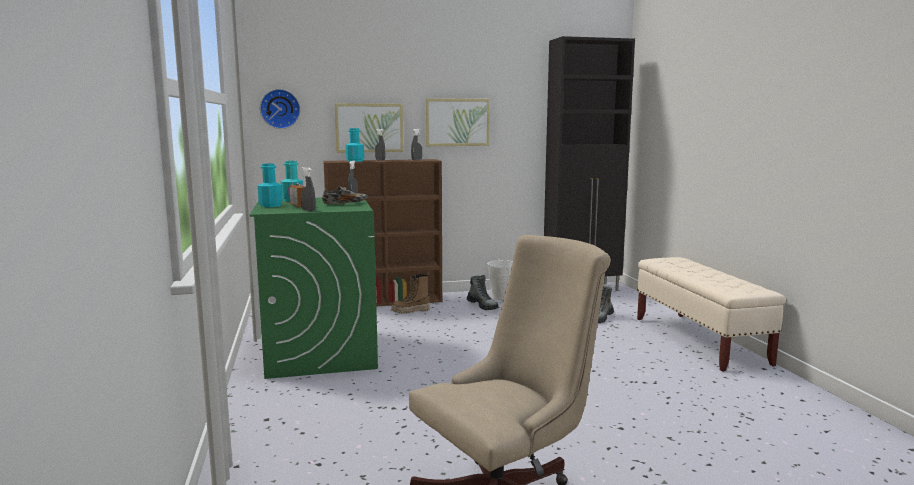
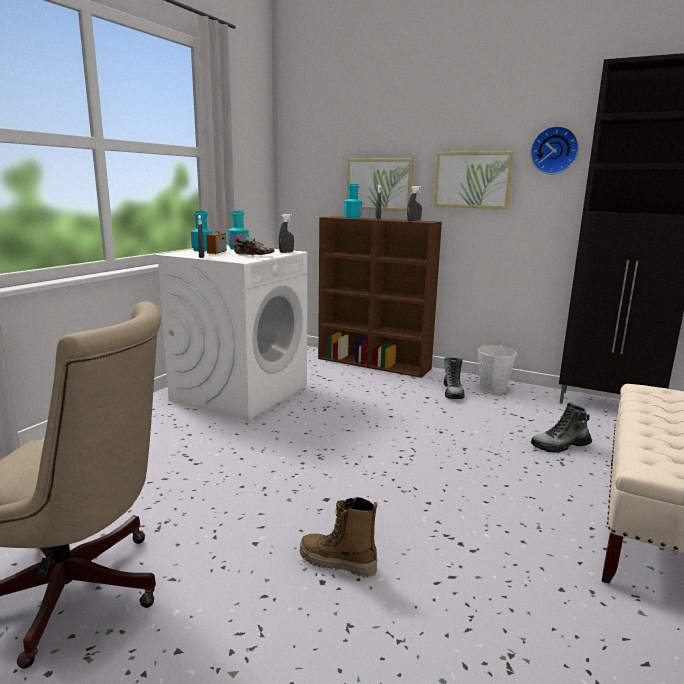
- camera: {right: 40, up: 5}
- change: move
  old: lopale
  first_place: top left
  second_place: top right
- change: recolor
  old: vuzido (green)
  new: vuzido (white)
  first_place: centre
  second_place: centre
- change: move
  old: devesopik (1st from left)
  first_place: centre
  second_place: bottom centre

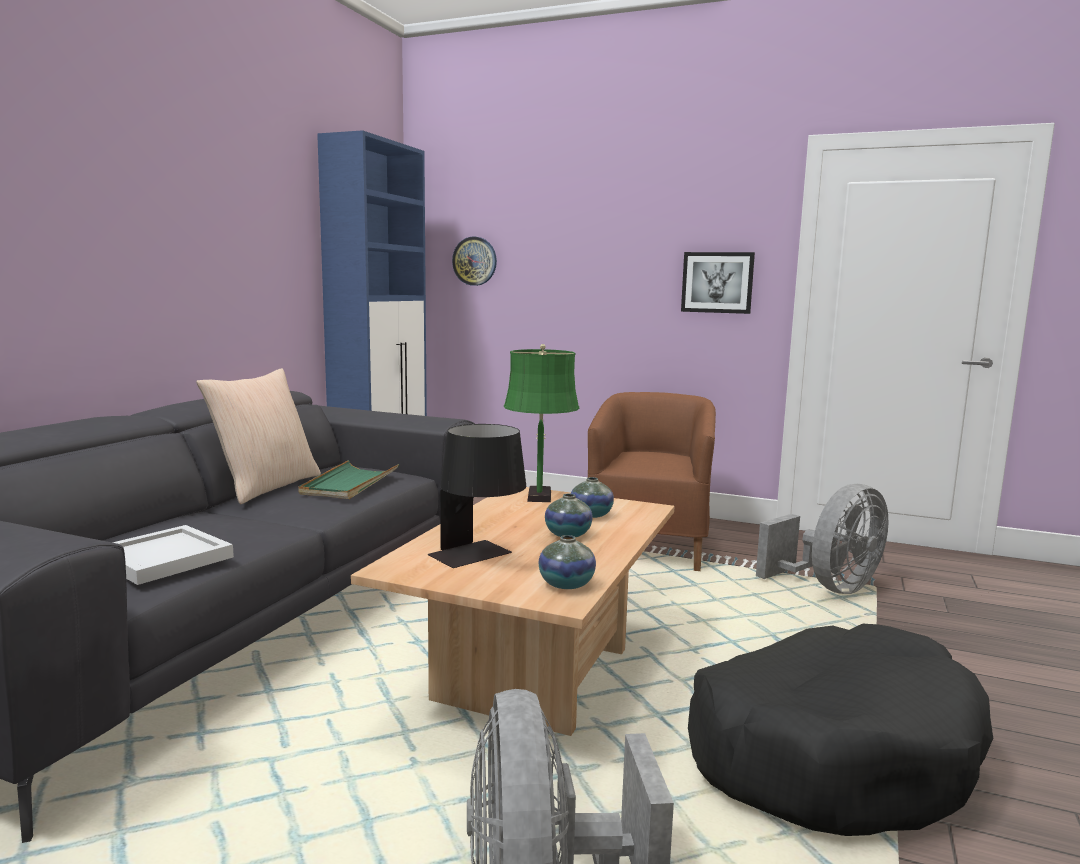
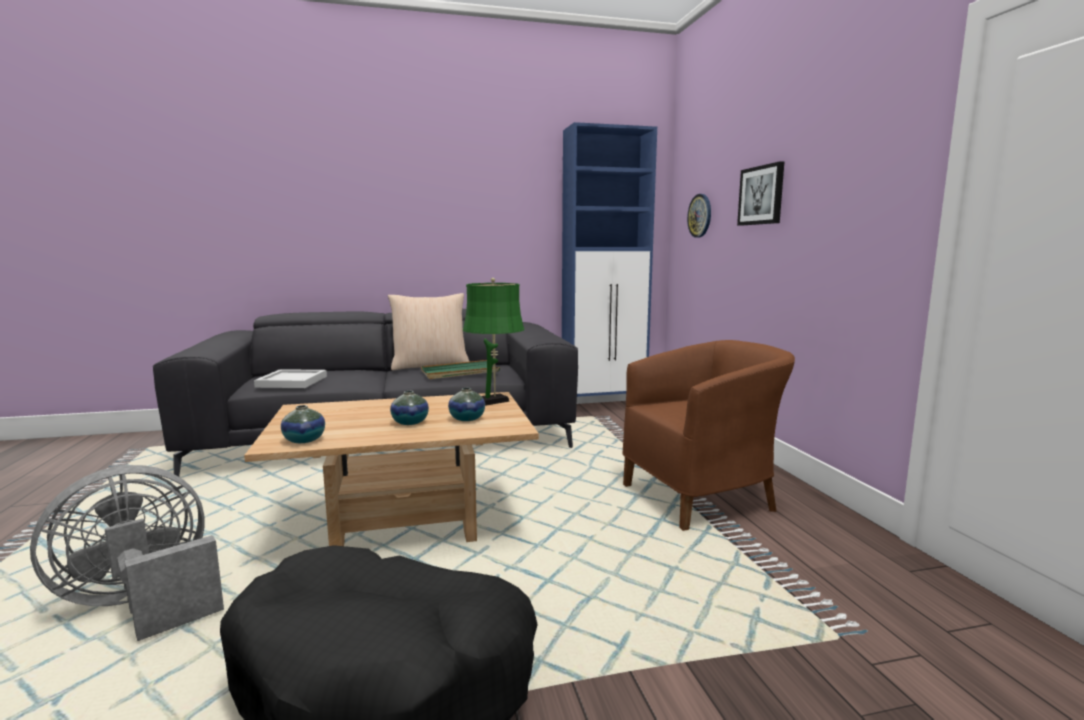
- camera: {right: 55, up: 0}
- change: move
  old: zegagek
  first_place: top centre
  second_place: top right
- change: delete
  old: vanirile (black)
  first_place: centre
- change: delete
  old: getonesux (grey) (2nd from left)
  first_place: middle right

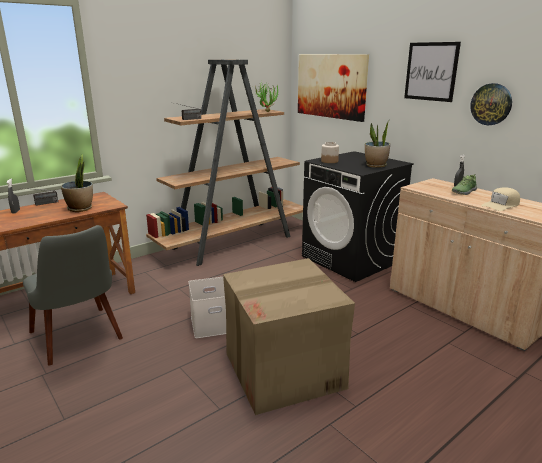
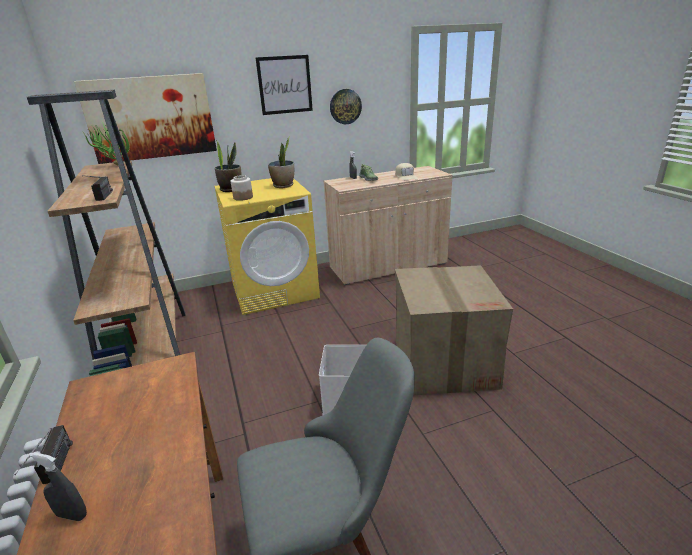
- camera: {right: -70, up: 5}
- change: recolor
  old: vuzido (black)
  new: vuzido (yellow)
  first_place: centre
  second_place: centre
- change: move
  old: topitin (1st from left in the first image)
  new: topitin (2nd from left)
  first_place: middle left
  second_place: top left

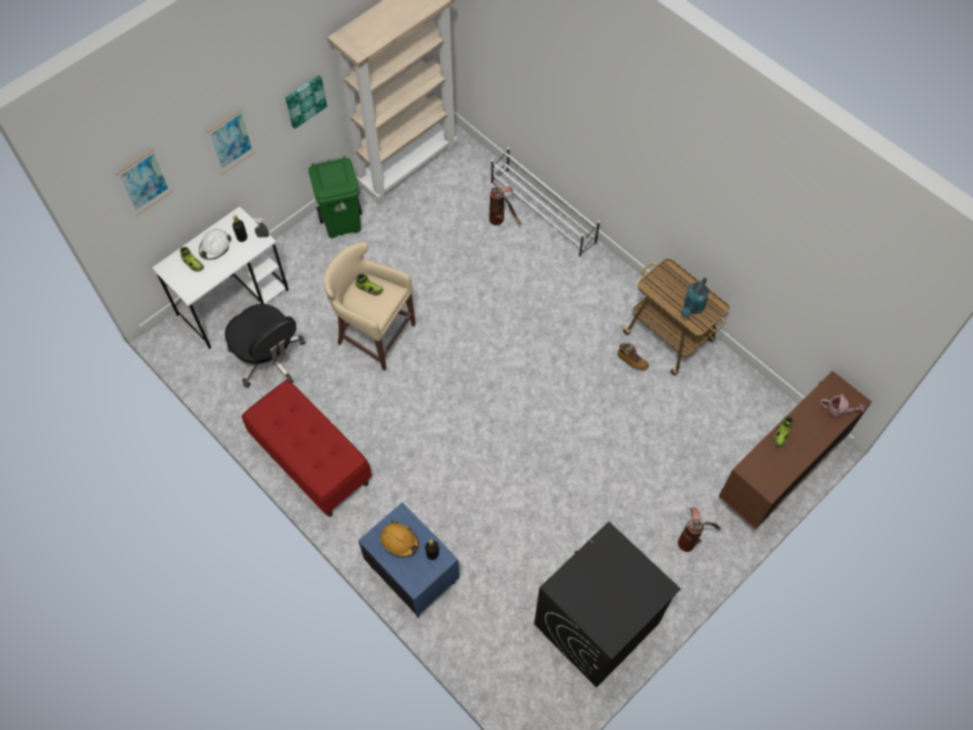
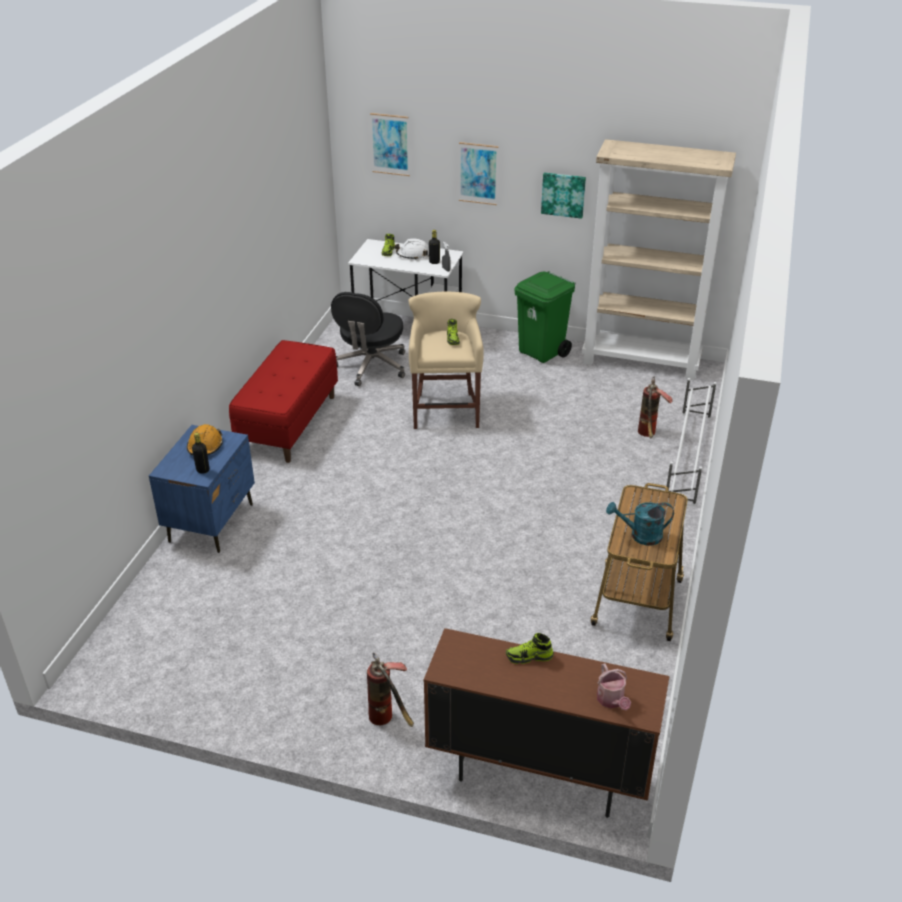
- camera: {right: 60, up: -25}
- change: delete
  old: devesopik
  first_place: centre
- change: delete
  old: vuzido (black)
  first_place: bottom centre

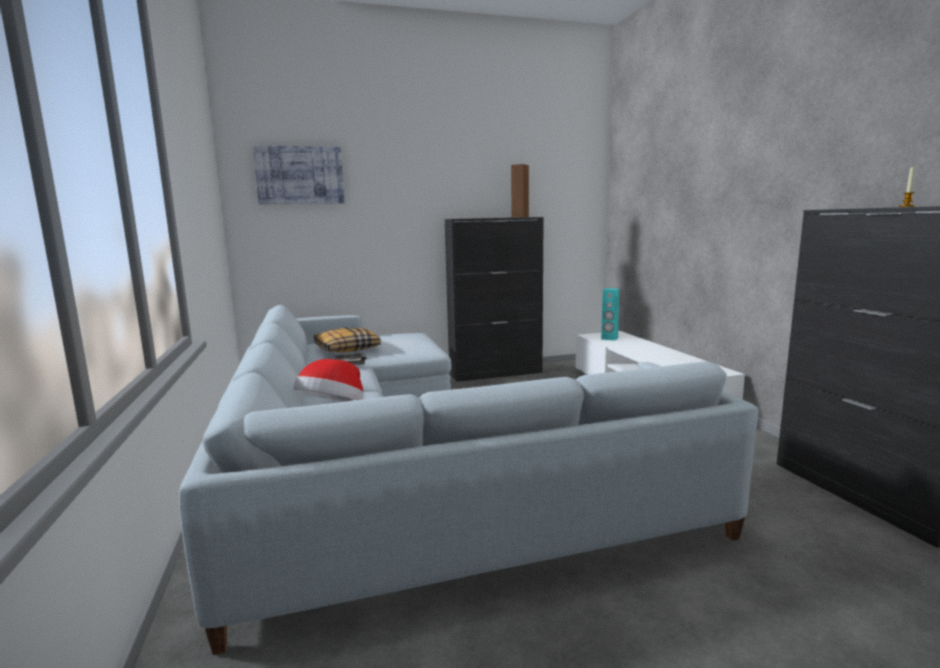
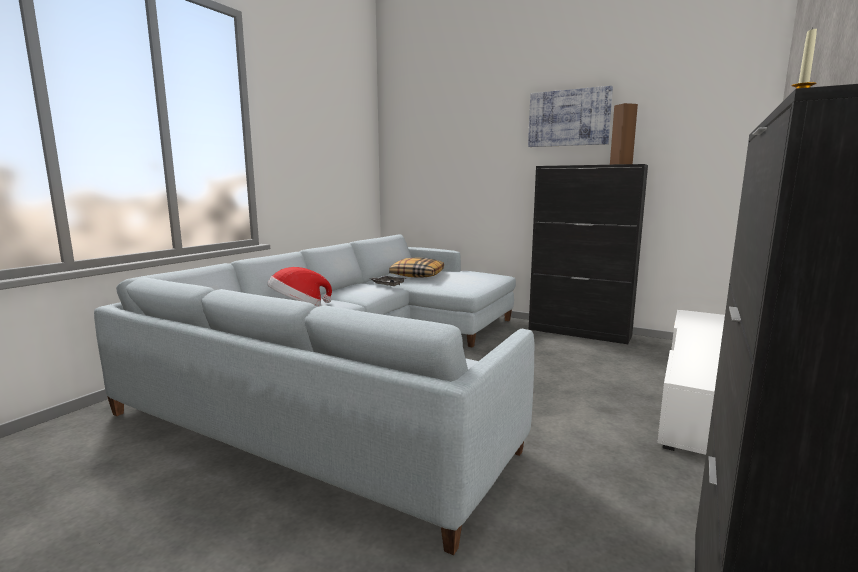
- camera: {right: 45, up: 0}
- change: move
  old: zegagek
  first_place: top left
  second_place: top centre
- change: delete
  old: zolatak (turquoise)
  first_place: centre

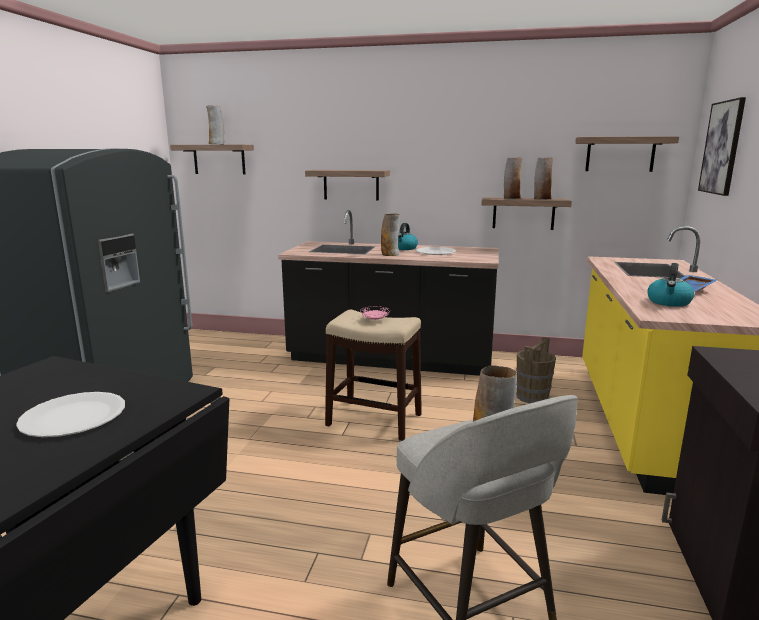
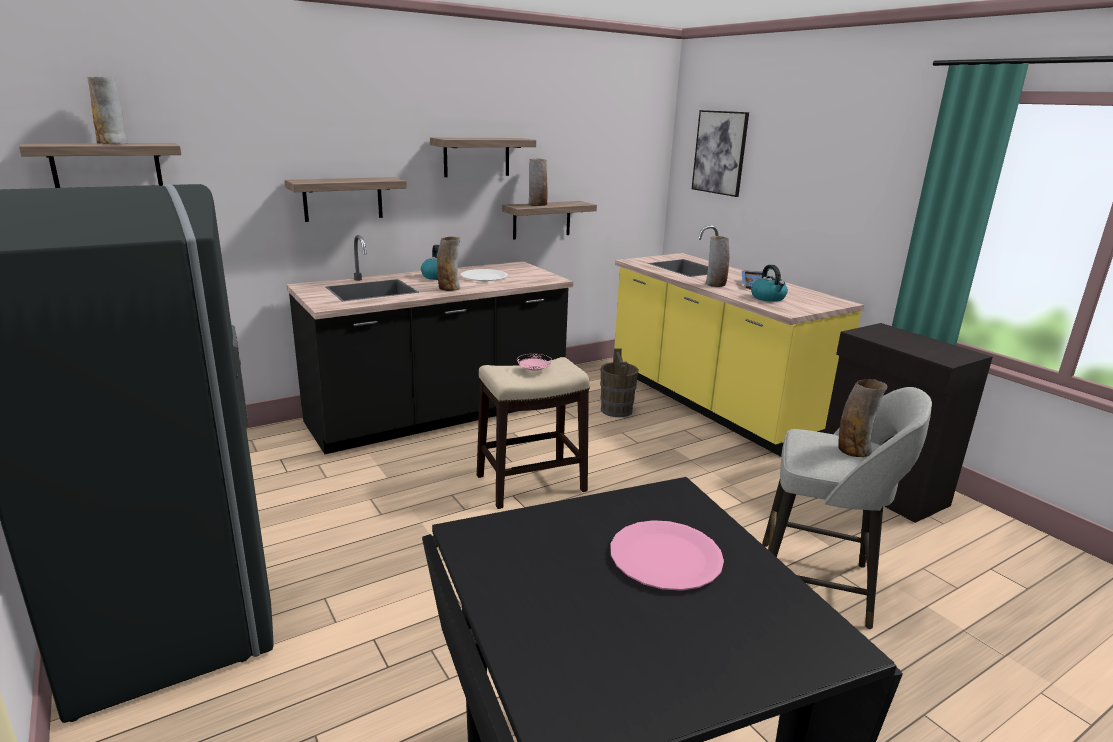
- camera: {right: -45, up: 5}
- change: move
  old: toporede (4th from left in the first image)
  new: toporede (3rd from left)
  first_place: top right
  second_place: top centre
- change: move
  old: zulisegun (5th from left in the first image)
  new: zulisegun (4th from left)
  first_place: top right
  second_place: centre
- change: recolor
  old: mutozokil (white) (1st from left)
  new: mutozokil (pink) (2nd from left)
  first_place: bottom left
  second_place: bottom centre

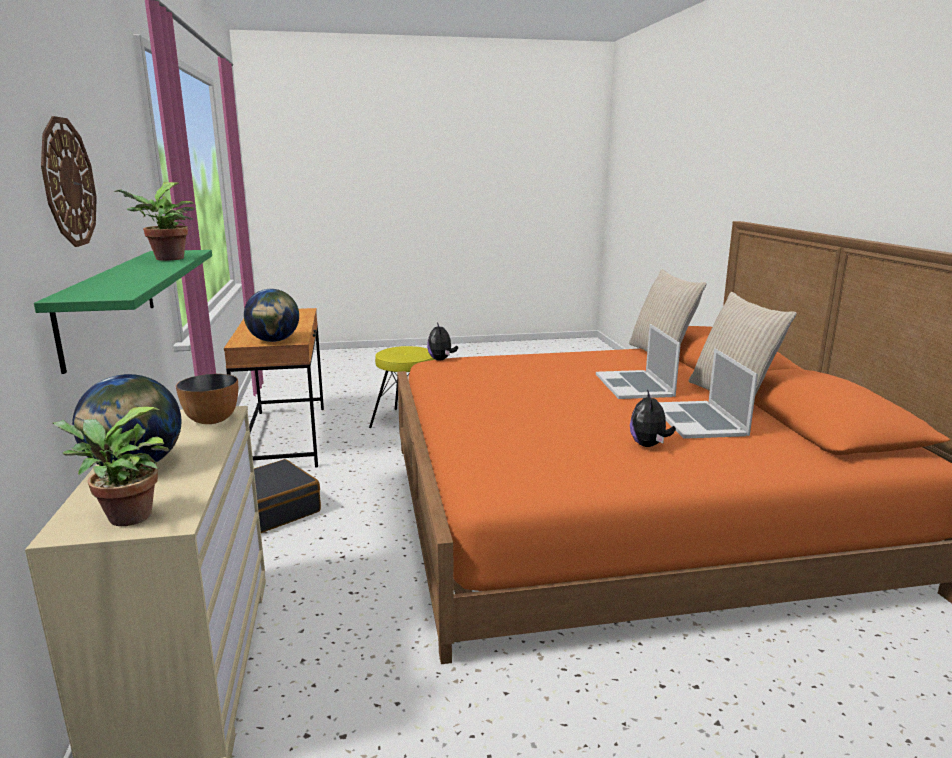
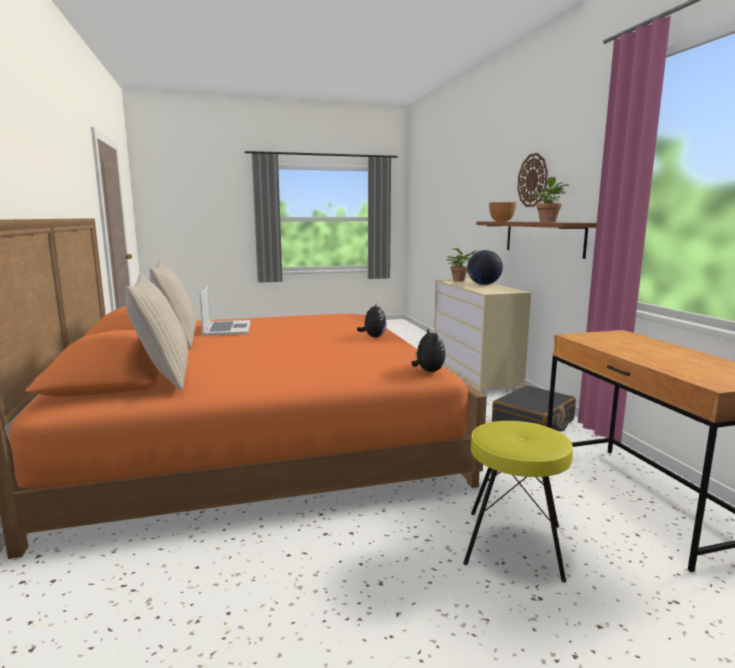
- camera: {right: 175, up: -5}
- change: recolor
  old: toporede (green)
  new: toporede (brown)
  first_place: middle left
  second_place: middle right
- change: delete
  old: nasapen (2nd from left)
  first_place: middle left
- change: delete
  old: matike (1st from left)
  first_place: middle right
- change: move
  old: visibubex
  first_place: middle left
  second_place: top right
- change: move
  old: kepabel (2nd from left in the first image)
  new: kepabel (1st from left)
  first_place: middle right
  second_place: centre

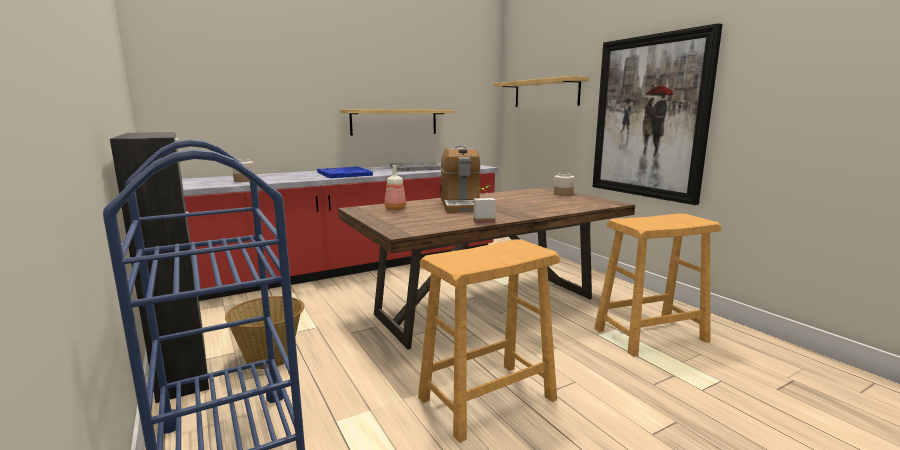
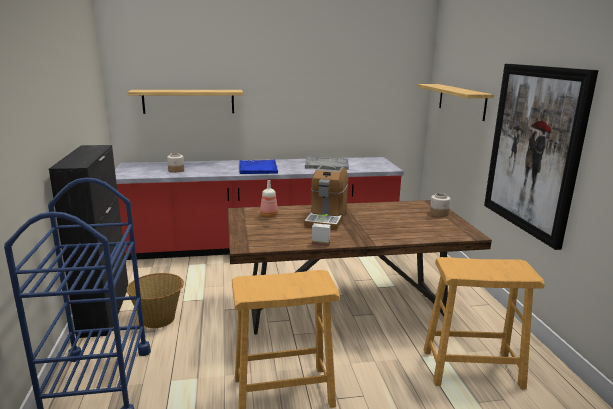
- camera: {right: 20, up: 5}
- change: move
  old: toporede (1st from left)
  first_place: top centre
  second_place: top left

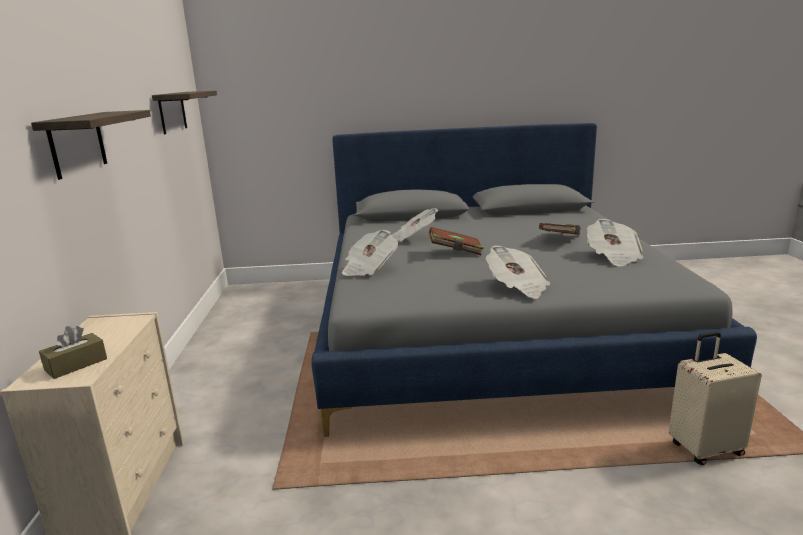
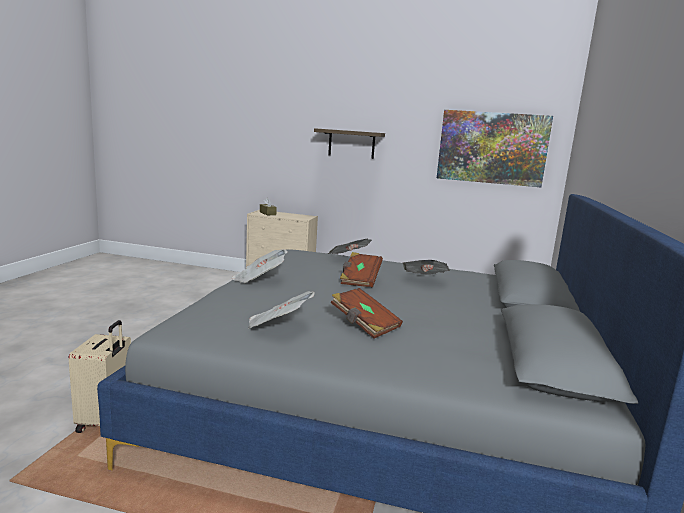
- camera: {right: 105, up: -5}
- change: replace
  old: toporede (2nd from left)
  new: zegagek
  first_place: top left
  second_place: top right

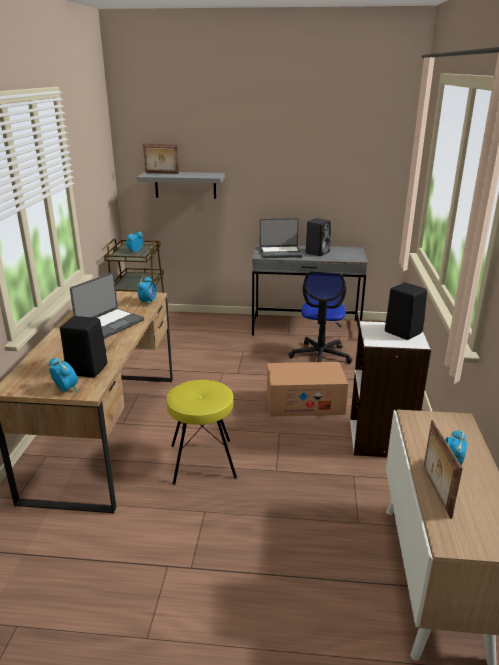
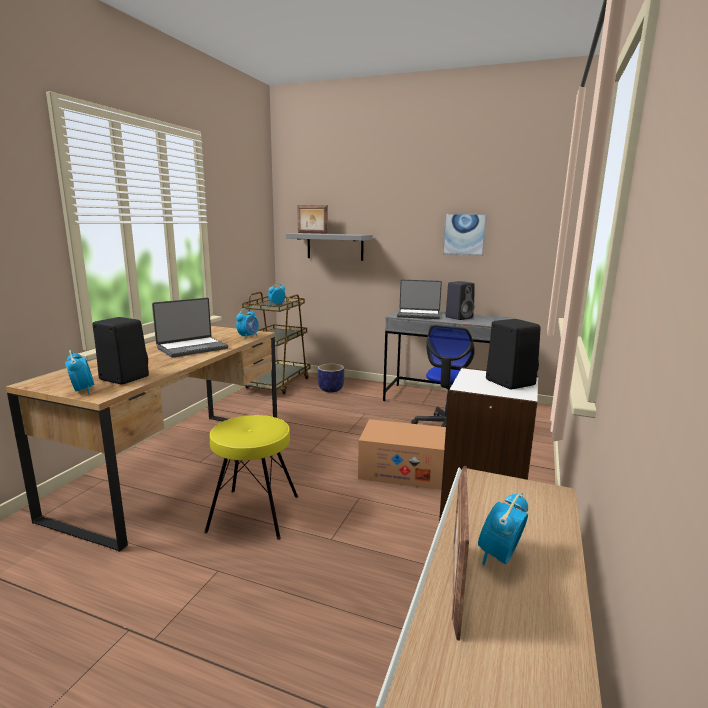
- camera: {right: 15, up: -10}
- change: insert
  new: zegagek
  second_place: top centre
- change: insert
  new: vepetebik
  second_place: centre

